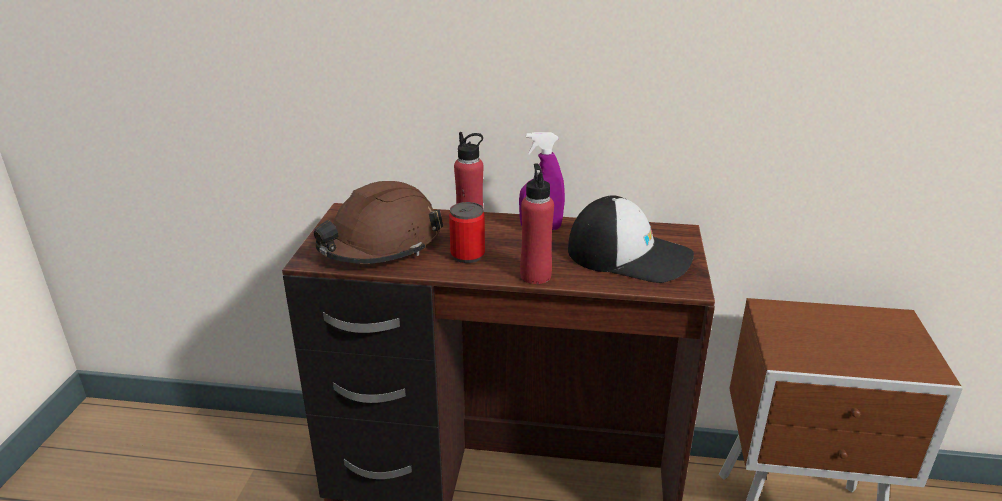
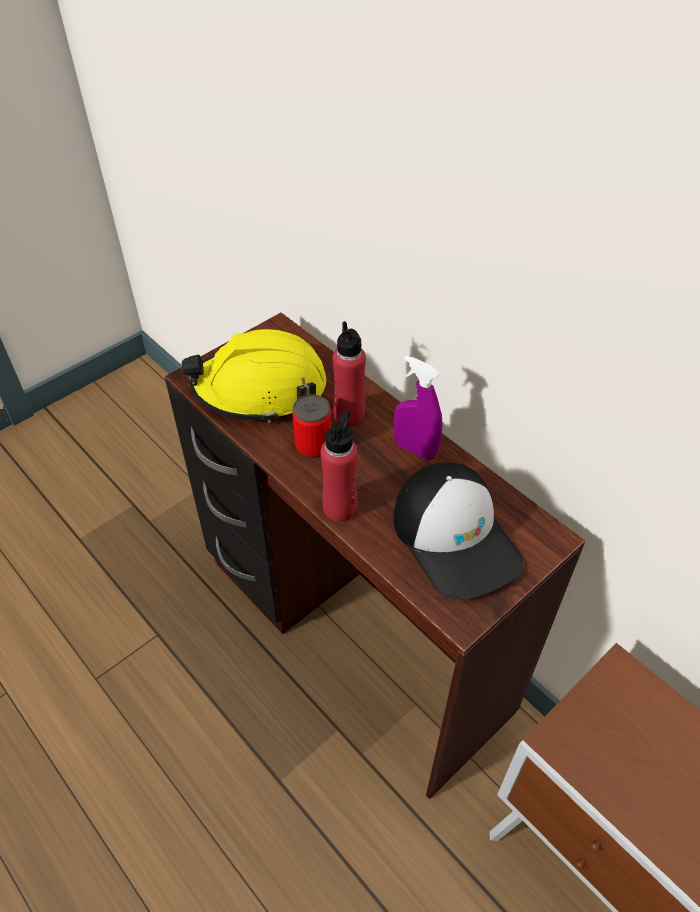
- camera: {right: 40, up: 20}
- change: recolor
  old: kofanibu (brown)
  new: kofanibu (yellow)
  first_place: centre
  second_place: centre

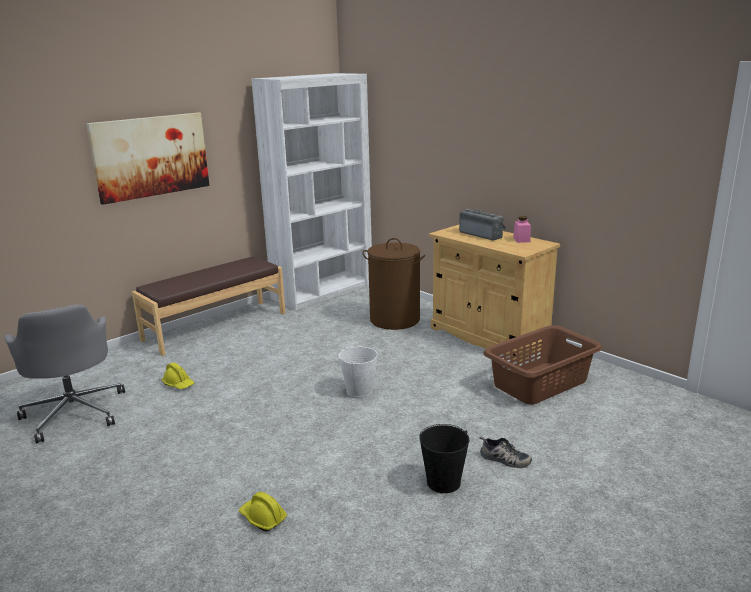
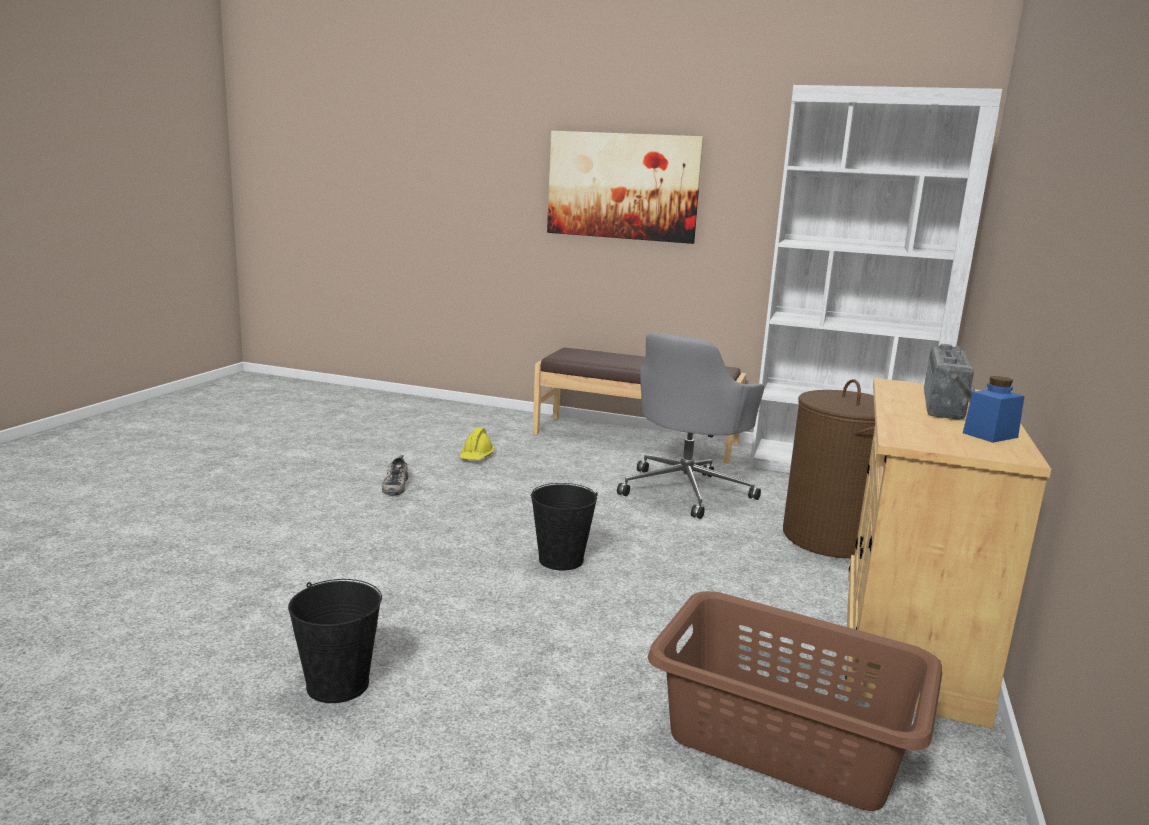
- camera: {right: 60, up: -5}
- change: recolor
  old: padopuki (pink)
  new: padopuki (blue)
  first_place: middle right
  second_place: middle right
- change: move
  old: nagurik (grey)
  first_place: middle left
  second_place: centre
- change: recolor
  old: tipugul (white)
  new: tipugul (black) (2nd from left)
  first_place: centre
  second_place: centre
- change: move
  old: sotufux
  first_place: bottom right
  second_place: centre
- change: delete
  old: kofanibu (yellow) (2nd from left)
  first_place: bottom centre

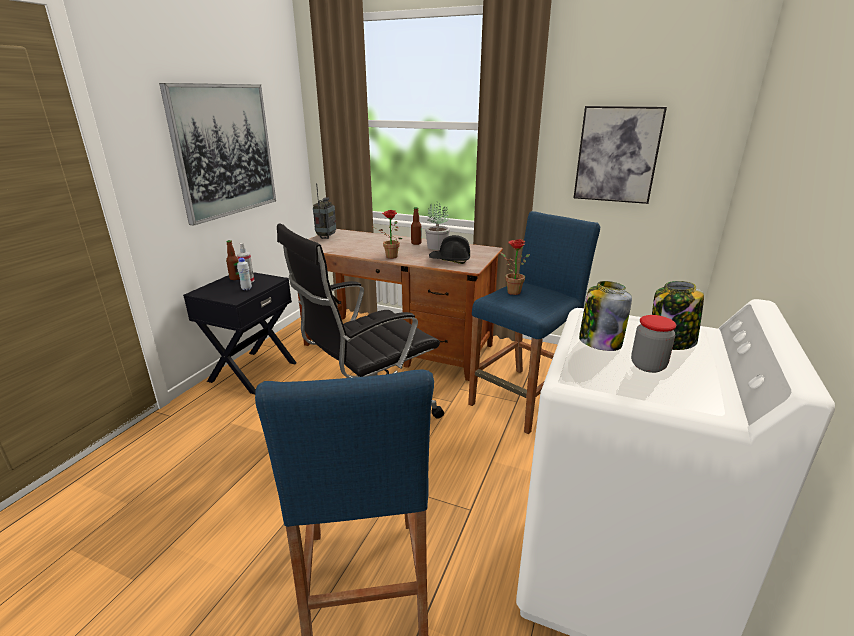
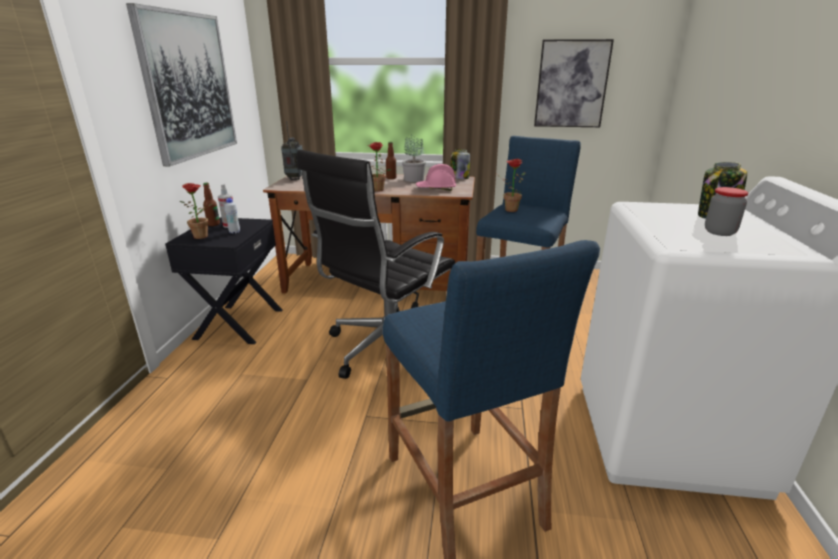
- camera: {right: -15, up: 0}
- change: recolor
  old: kofanibu (black)
  new: kofanibu (pink)
  first_place: centre
  second_place: top centre
- change: move
  old: padopuki (1st from left)
  first_place: middle right
  second_place: top centre
- change: insert
  new: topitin (1st from left)
  second_place: middle left

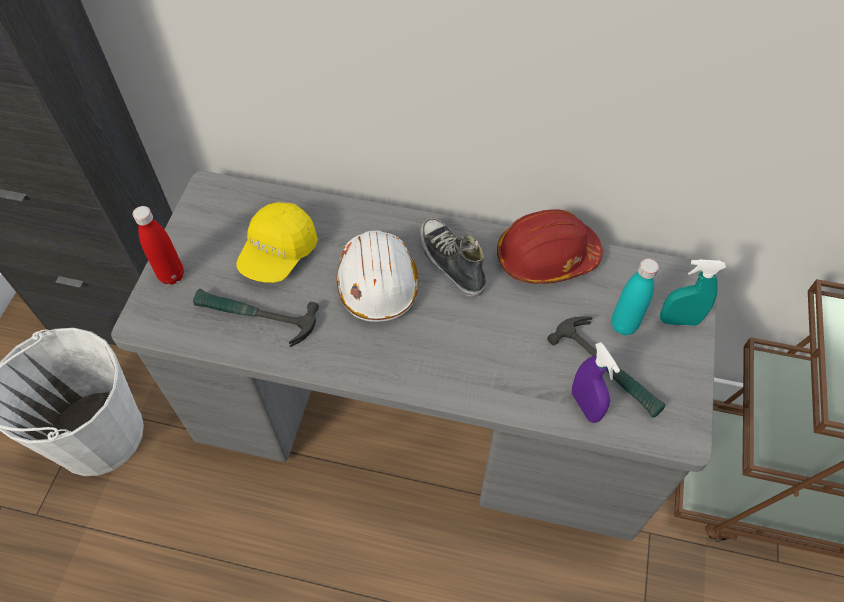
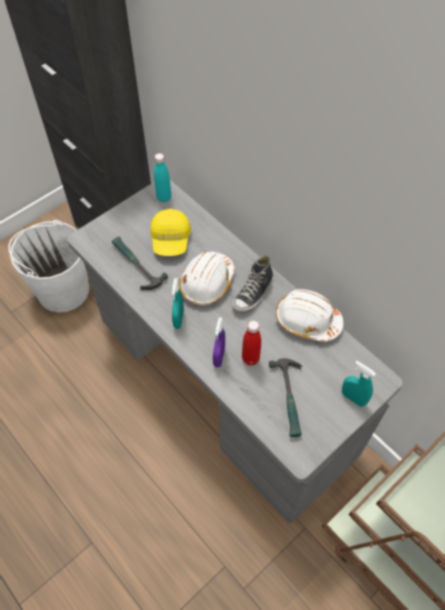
- camera: {right: 35, up: 0}
- change: rotate
  old: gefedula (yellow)
  first_place: middle left
  second_place: centre
  degrees: -60
- change: move
  old: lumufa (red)
  first_place: middle left
  second_place: centre
- change: recolor
  old: kofanibu (red)
  new: kofanibu (white) (2nd from left)
  first_place: centre
  second_place: middle right
- change: rotate
  old: sotufux
  first_place: centre
  second_place: centre
  degrees: -150
- change: move
  old: lumufa (turquoise)
  first_place: middle right
  second_place: top centre
- change: move
  old: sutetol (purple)
  first_place: middle right
  second_place: centre
- change: insert
  new: sutetol (turquoise) (1st from left)
  second_place: centre

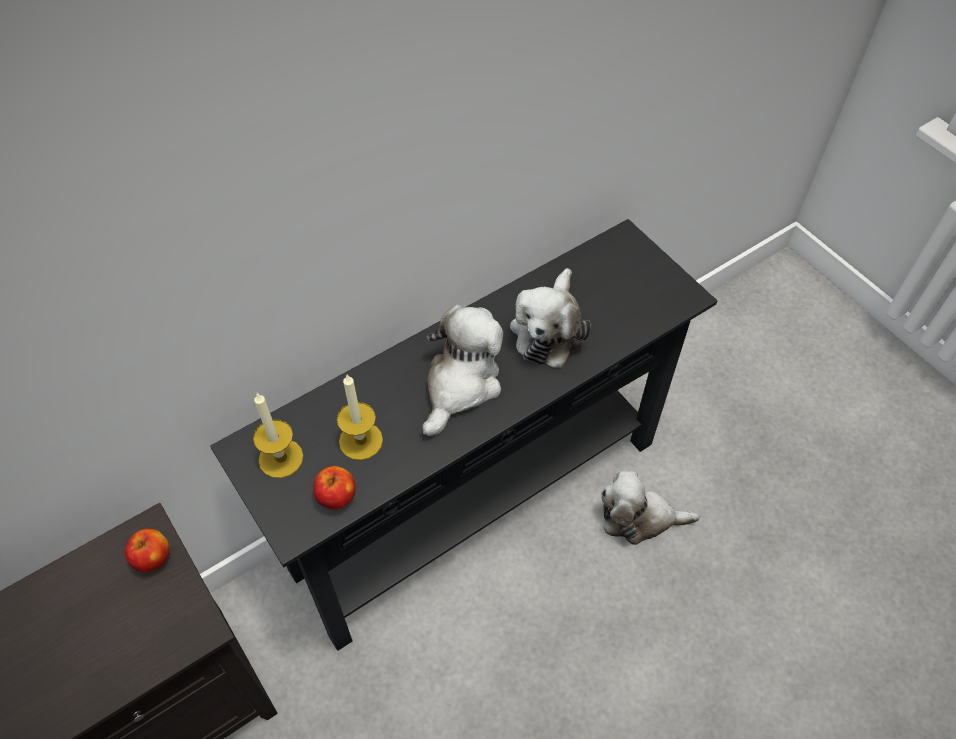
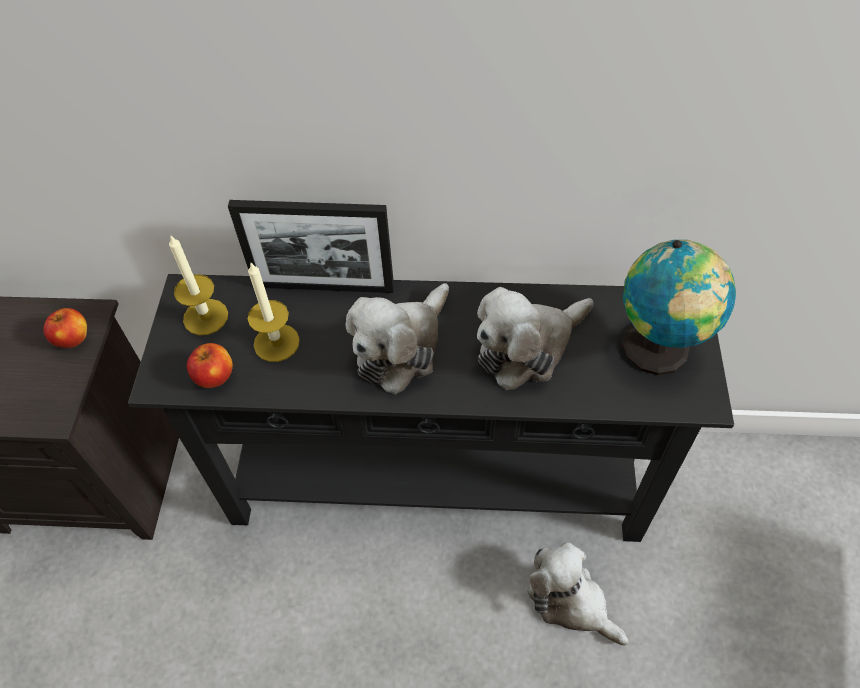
- camera: {right: 40, up: 0}
- change: rotate
  old: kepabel (1st from left)
  first_place: centre
  second_place: centre
  degrees: 150
- change: insert
  new: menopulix
  second_place: centre
- change: insert
  new: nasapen
  second_place: middle right

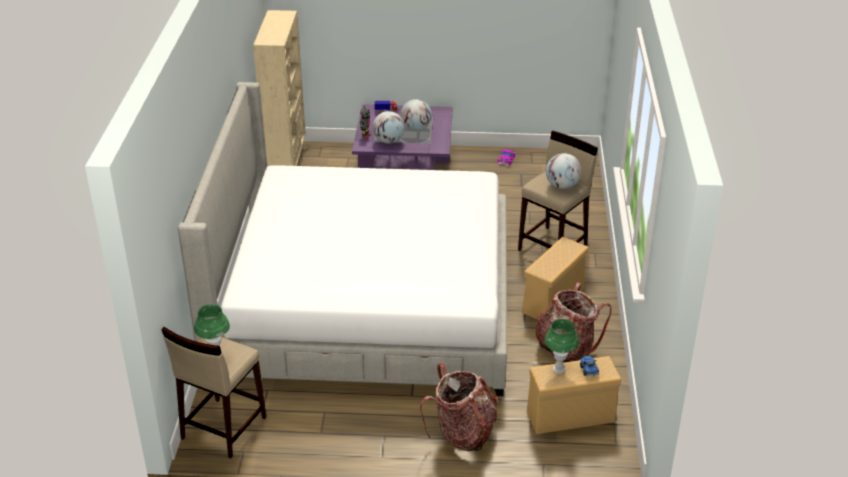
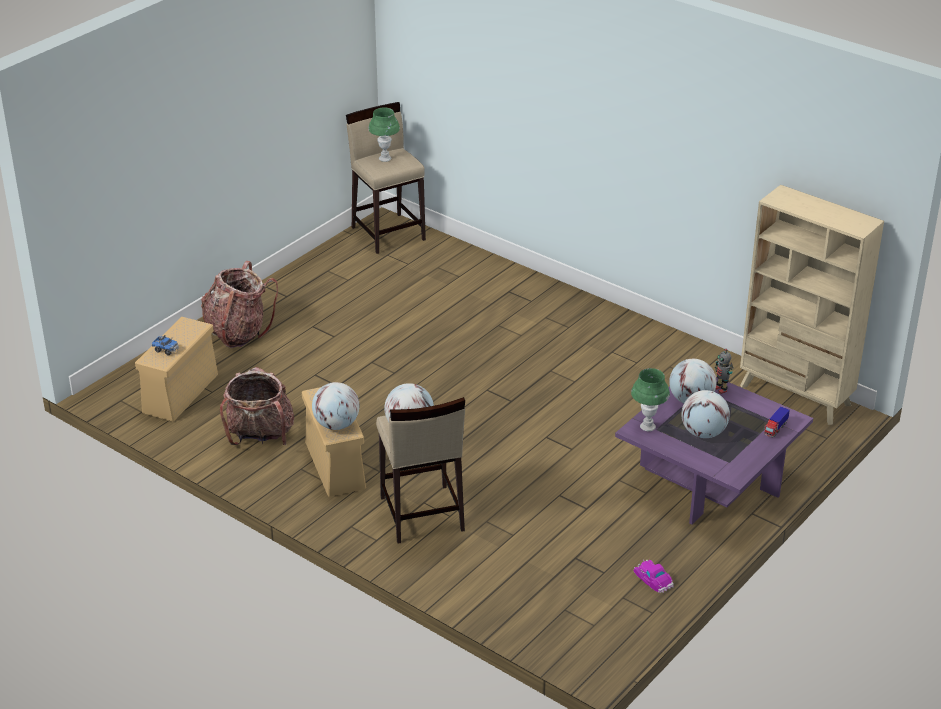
- camera: {right: 125, up: 0}
- change: delete
  old: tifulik
  first_place: centre
- change: move
  old: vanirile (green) (2nd from left)
  first_place: bottom centre
  second_place: middle right
- change: insert
  new: nasapen (1st from left)
  second_place: centre

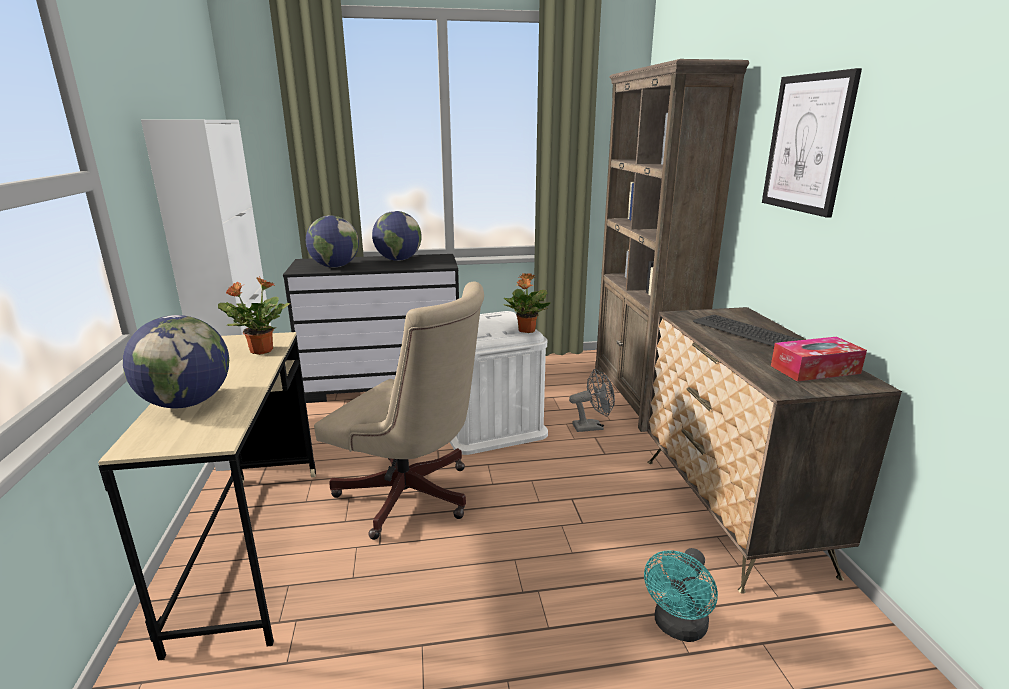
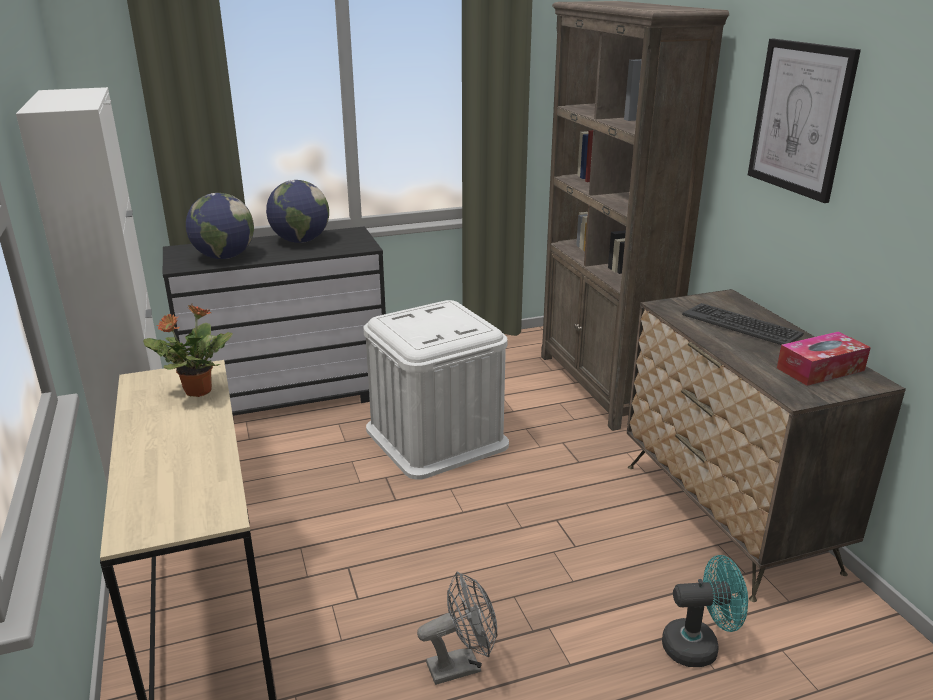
- camera: {right: -10, up: 5}
- change: delete
  old: topitin (2nd from left)
  first_place: centre
- change: delete
  old: nagurik (beige)
  first_place: centre
- change: delete
  old: nasapen (1st from left)
  first_place: middle left
- change: move
  old: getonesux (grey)
  first_place: centre
  second_place: bottom centre
- change: rotate
  old: getonesux (turquoise)
  first_place: bottom right
  second_place: bottom right
  degrees: -120

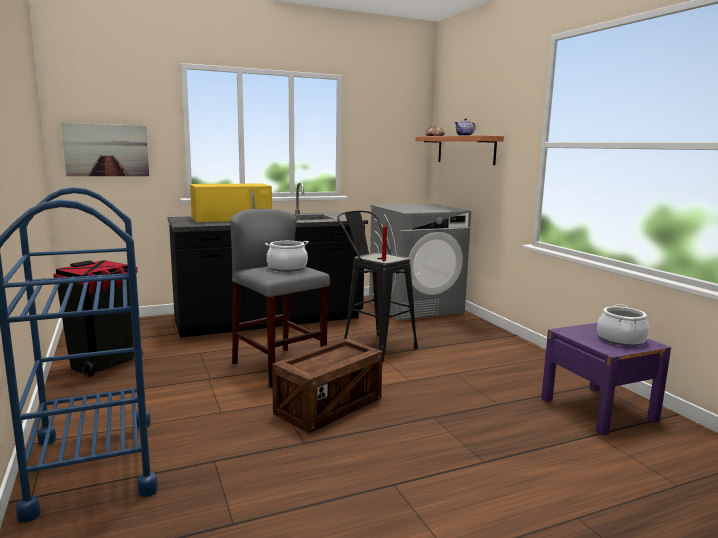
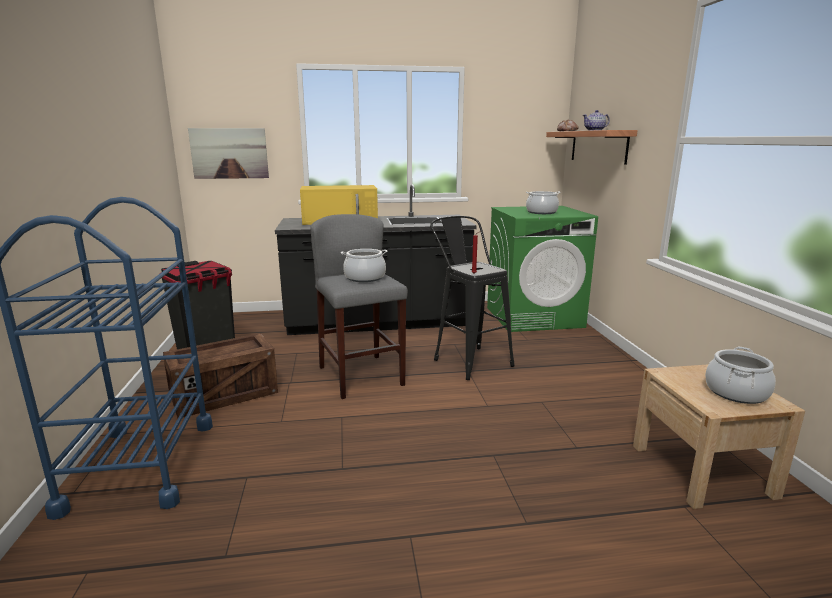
- camera: {right: 15, up: 5}
- change: recolor
  old: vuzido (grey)
  new: vuzido (green)
  first_place: centre
  second_place: centre
- change: recolor
  old: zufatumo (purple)
  new: zufatumo (beige)
  first_place: bottom right
  second_place: bottom right
- change: move
  old: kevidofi
  first_place: bottom centre
  second_place: middle left
- change: insert
  new: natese (2nd from left)
  second_place: centre

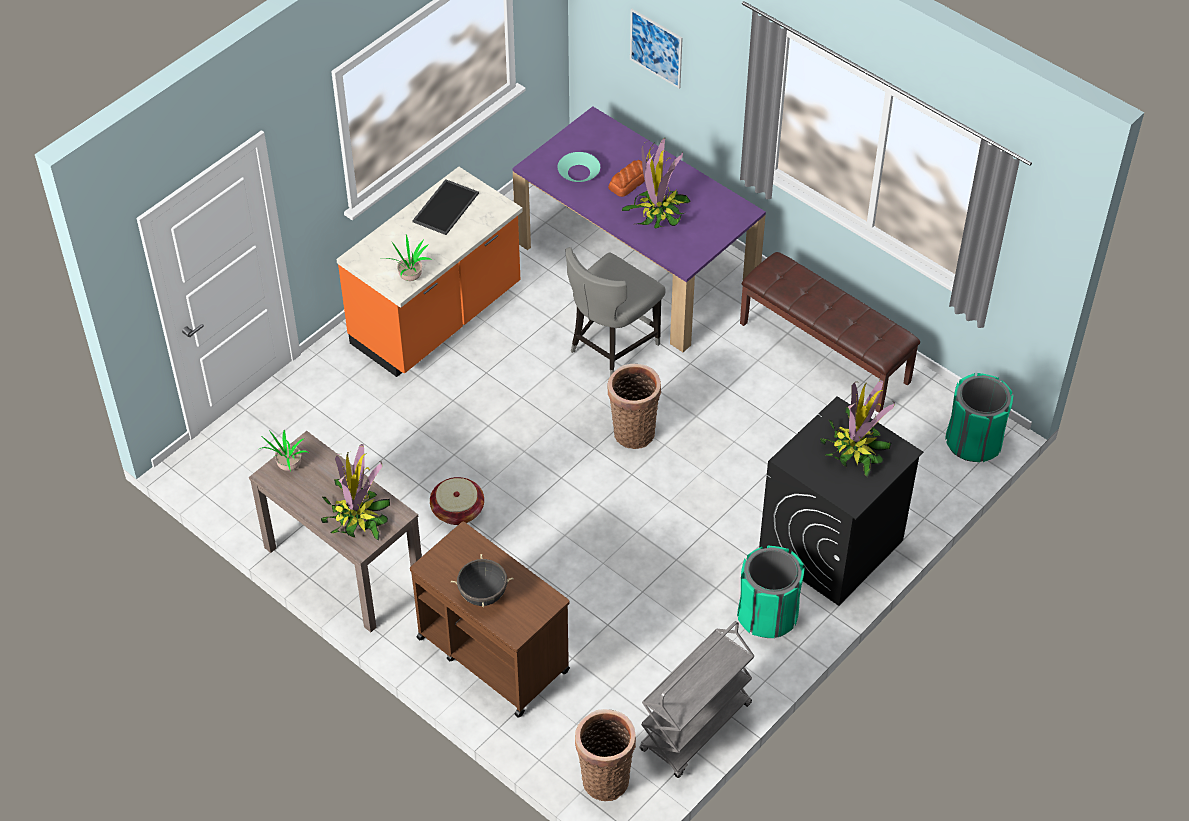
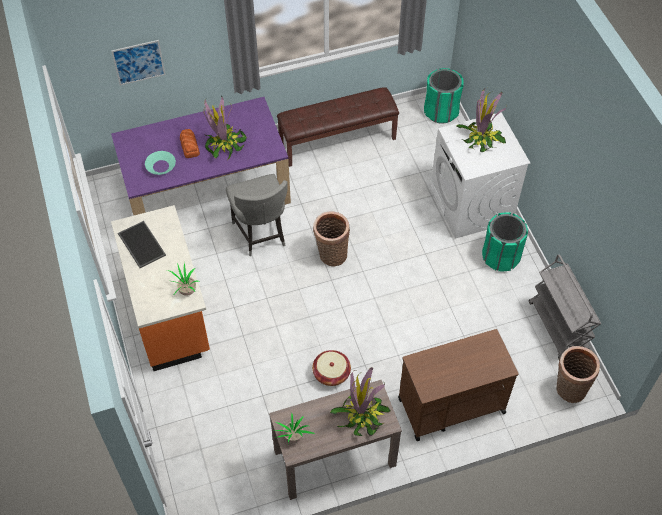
- camera: {right: -60, up: 5}
- change: recolor
  old: vuzido (black)
  new: vuzido (white)
  first_place: middle right
  second_place: middle right
- change: delete
  old: natese (black)
  first_place: bottom centre

